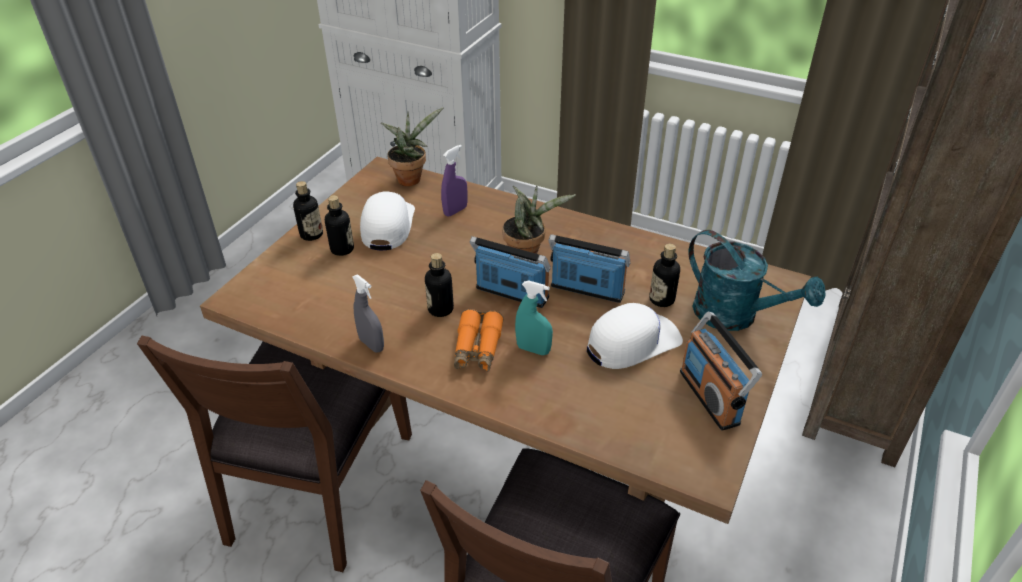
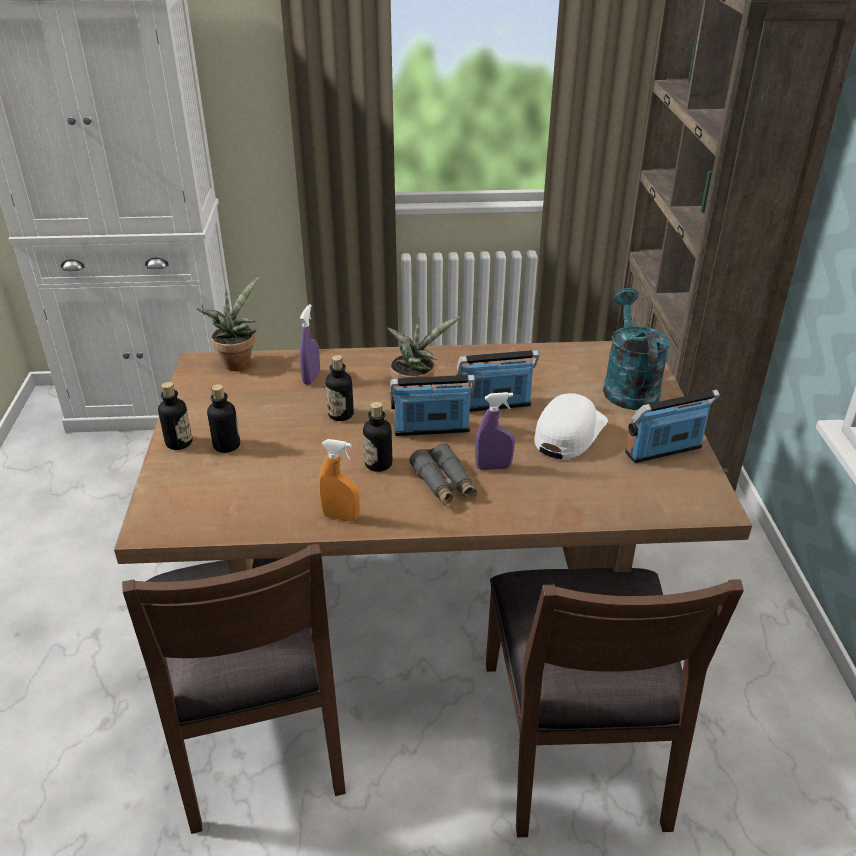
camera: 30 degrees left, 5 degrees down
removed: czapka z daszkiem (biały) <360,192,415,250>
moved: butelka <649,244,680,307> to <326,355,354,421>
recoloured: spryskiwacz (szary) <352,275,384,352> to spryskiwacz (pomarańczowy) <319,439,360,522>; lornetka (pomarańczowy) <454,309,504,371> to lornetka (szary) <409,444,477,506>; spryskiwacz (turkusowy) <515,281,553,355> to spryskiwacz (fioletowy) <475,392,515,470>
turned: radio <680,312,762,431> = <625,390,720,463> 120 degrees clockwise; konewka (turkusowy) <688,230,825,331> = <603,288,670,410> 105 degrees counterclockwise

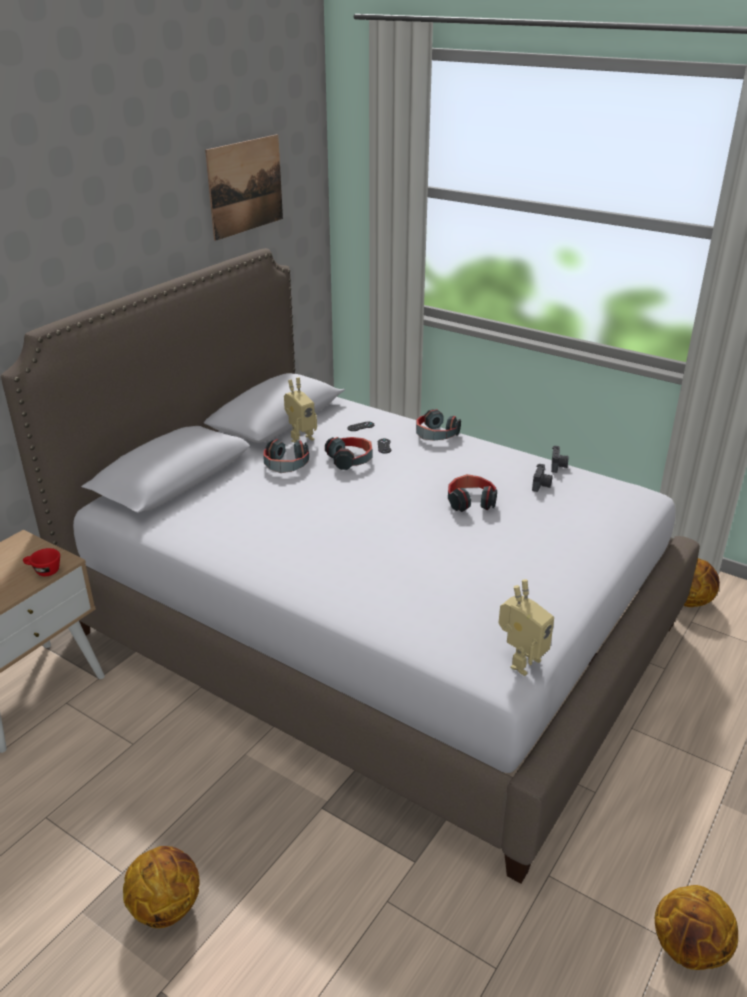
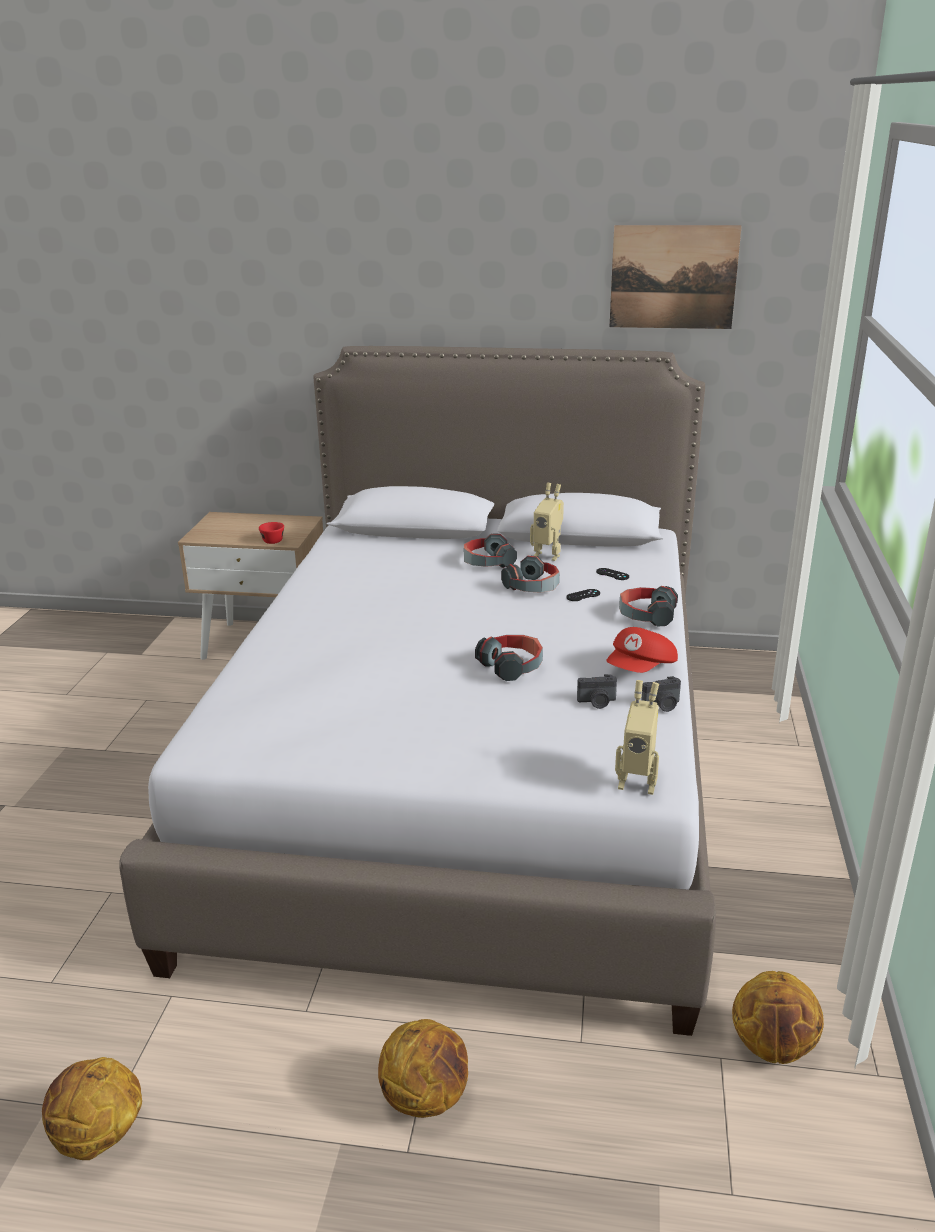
camera: 65 degrees right, 5 degrees down
added: czapka z daszkiem (czerwony) <606,627,678,673>
moved: piłka do koszykówki <123,846,200,928> to <378,1019,468,1118>; robot zabawkowy <499,579,554,676> to <615,680,659,795>

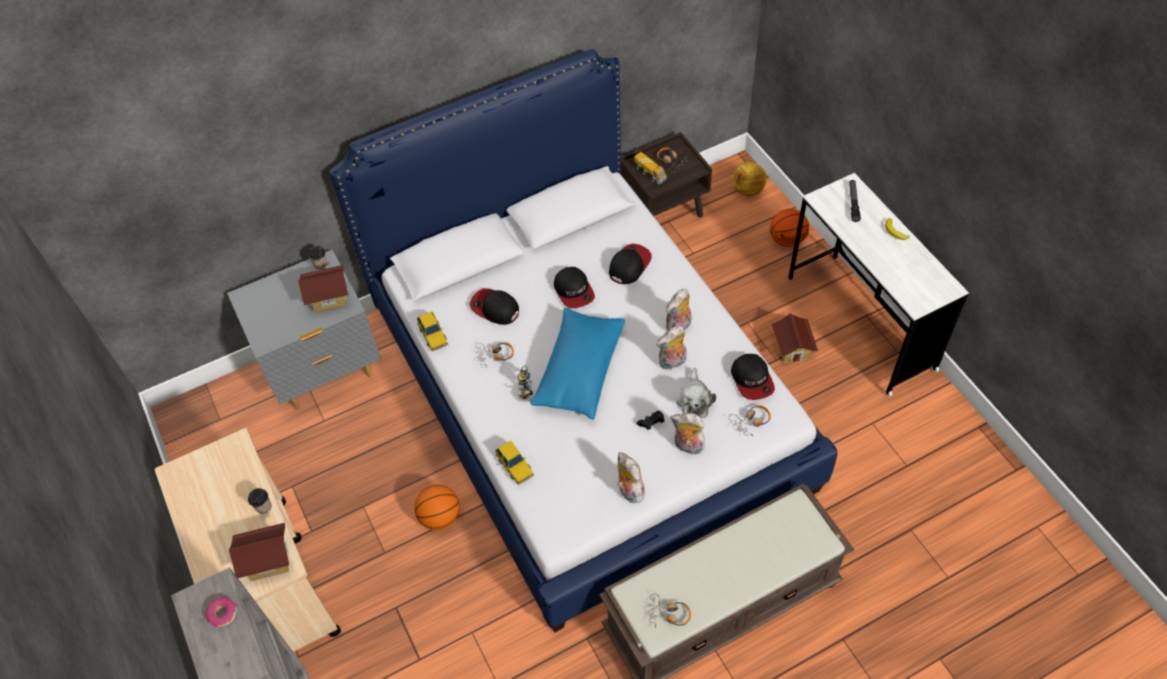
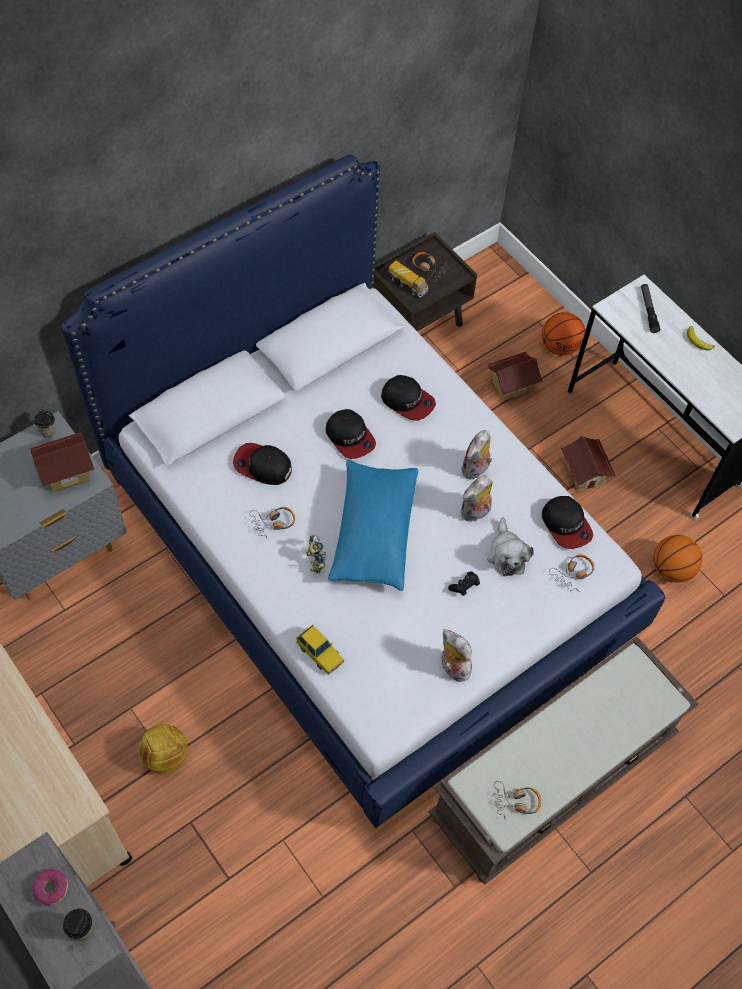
camera: 15 degrees left, 5 degrees up
removed: samochodzik <417,311,448,352>; pluszak <670,413,705,454>
moved: domek <229,523,289,581> to <487,352,543,401>; filiżanka <248,488,271,514> to <63,909,94,941>; piłka do koszykówki <414,485,460,530> to <653,535,702,583>; piłka futbolowa <733,162,767,196> to <139,724,187,774>
turned: czapka z daszkiem <609,243,652,284> = <381,375,436,421> 105 degrees clockwise

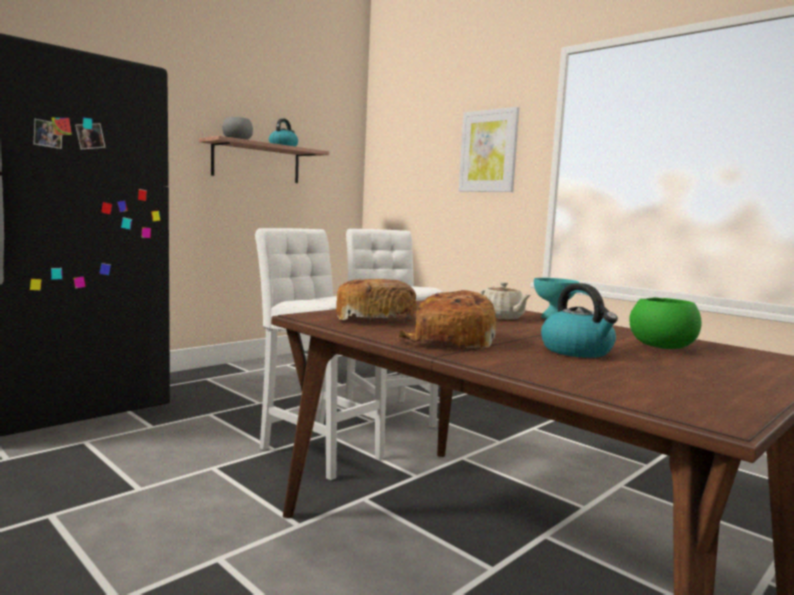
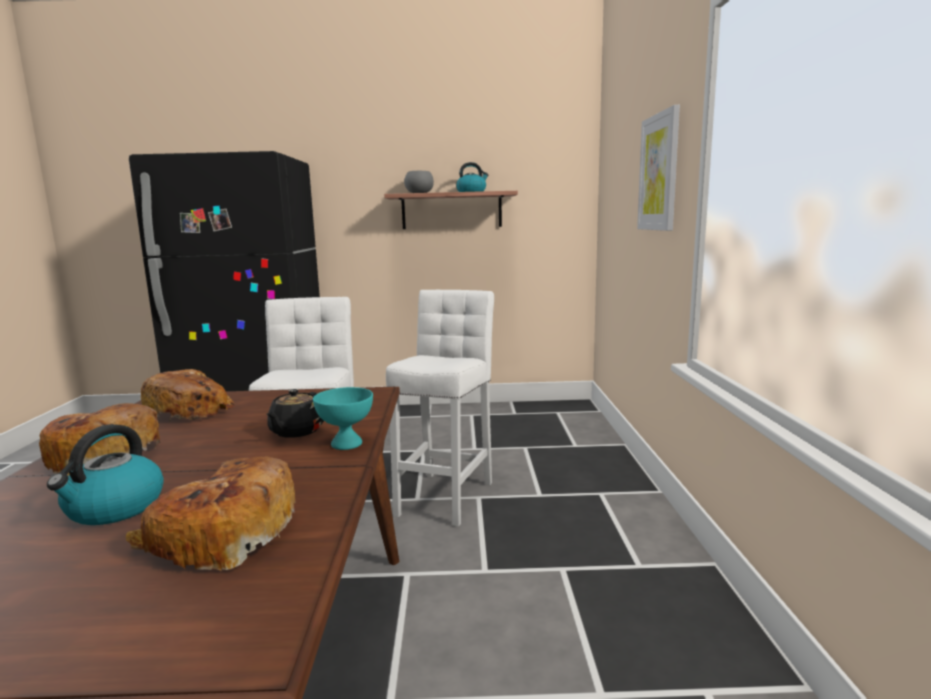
camera: 45 degrees right, 5 degrees up
replaced: miska (zielony) <630,298,701,349> to chleb <126,456,296,570>
recoloured: imbryk (beżowy) <481,282,531,320> to imbryk (czarny) <267,389,324,438>

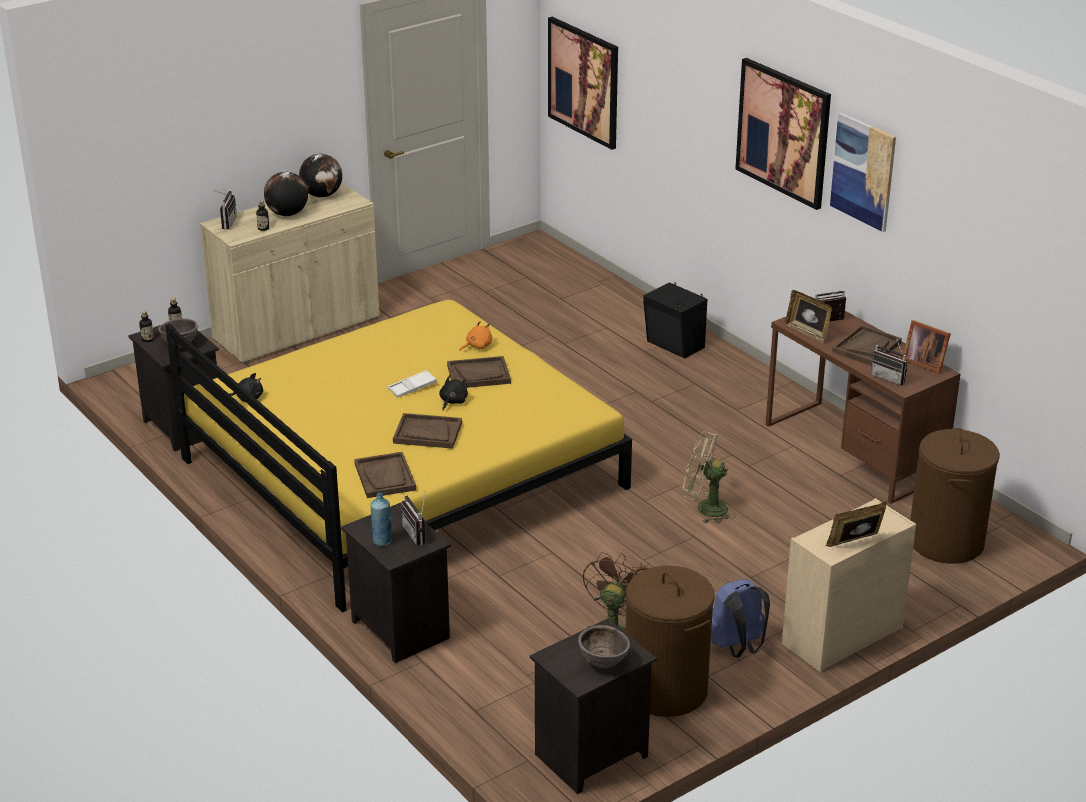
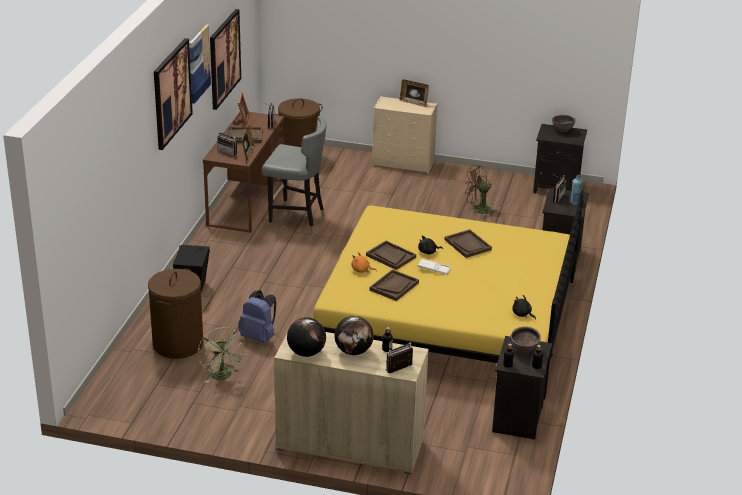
camera: 130 degrees left, 0 degrees up
added: krzesło (szary) <262,116,326,234>
moved: taca (brązowy) <354,452,416,498> to <370,269,419,301>; obraz <548,17,618,150> to <210,9,241,110>; kosz na pranie (brązowy) <625,566,715,717> to <148,269,203,359>; wentylator (zielony) <683,431,736,524> to <198,327,247,383>; plecak (niebieski) <711,579,770,658> to <238,290,276,343>

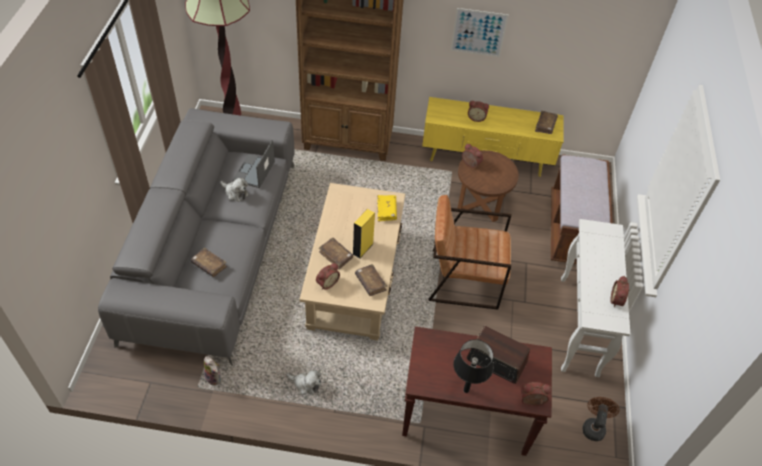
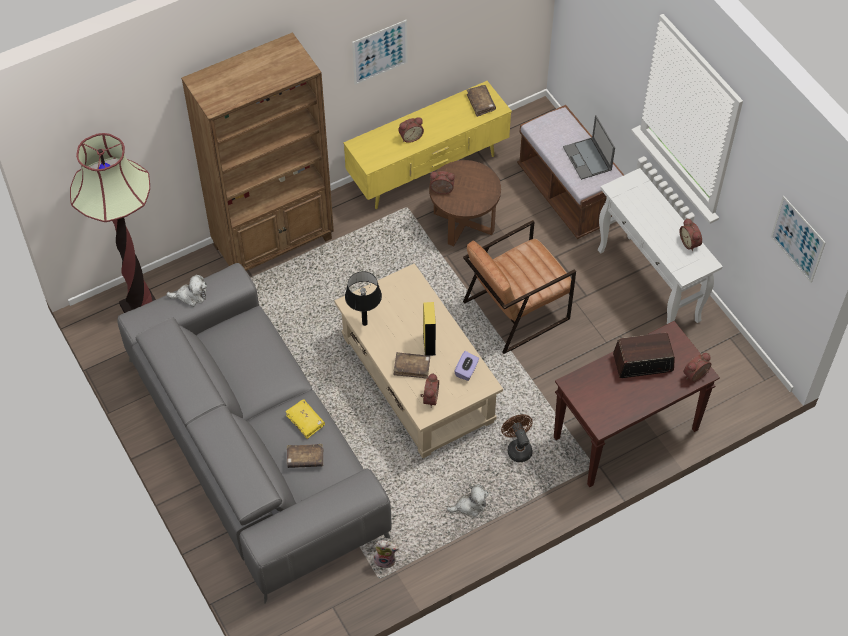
camera: 35 degrees left, 5 degrees up
added: obraz <771,196,826,283>
moved: pluszak <220,178,249,202> to <166,275,207,307>; laptop <233,140,275,188> to <563,115,615,180>; książka (żółty) <377,195,397,222> to <285,399,325,439>; lampa stołowa (czarny) <453,339,493,393> to <345,271,382,326>; wentylator (brązowy) <582,397,619,441> to <501,414,533,462>
replaced: książka (brązowy) <355,264,387,296> to pudełko chusteczek (fioletowy) <454,351,479,381>

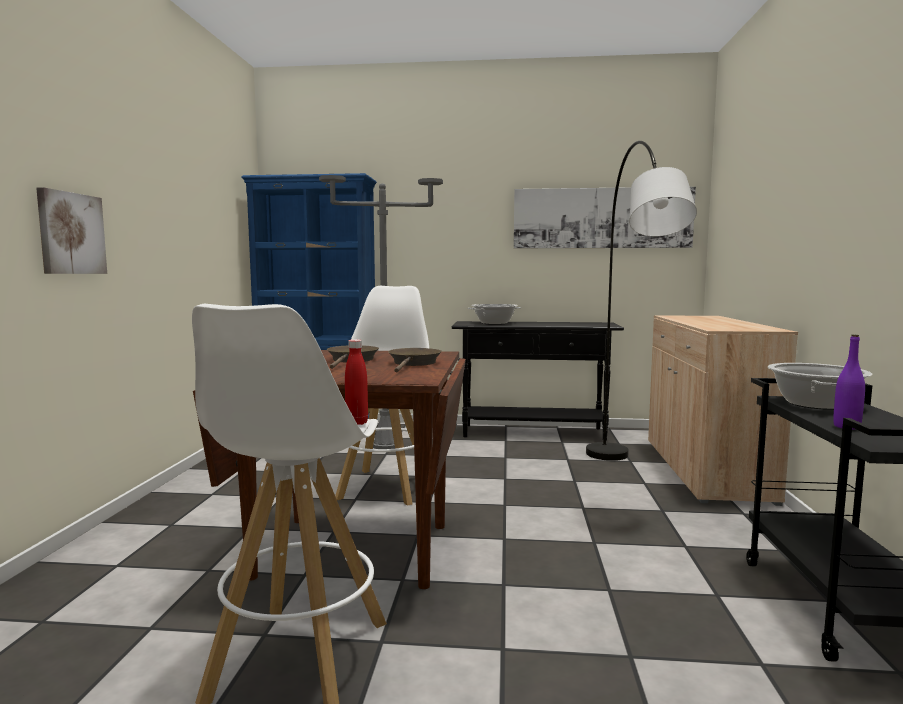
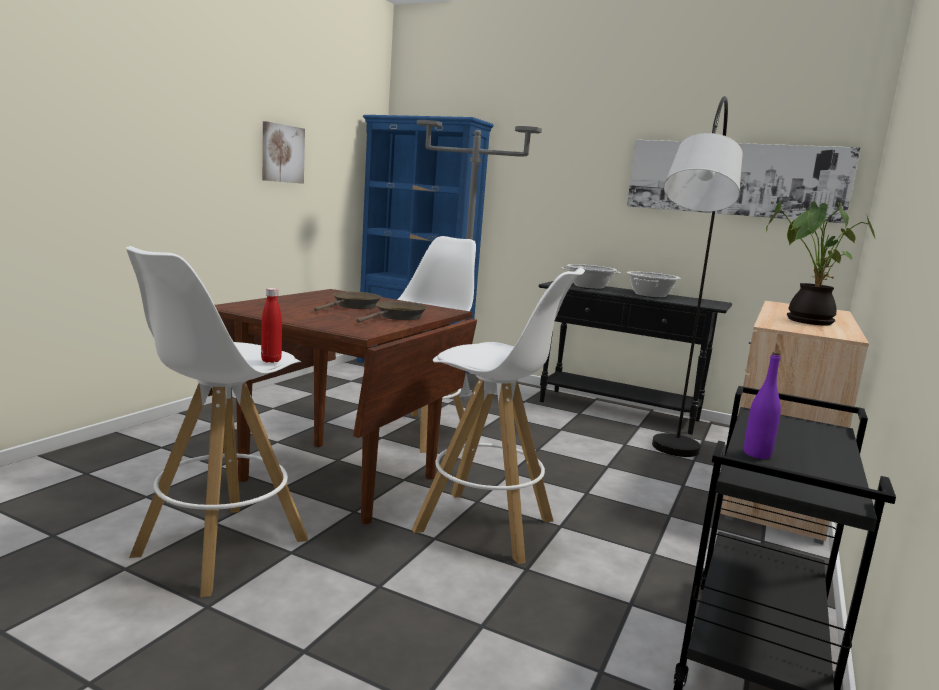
camera: 20 degrees right, 5 degrees up
added: stołek (biały) <412,268,585,564>; roślina doniczkowa <766,200,875,326>
moved: obraz <36,187,107,274> to <262,121,305,184>; garnek <768,363,872,410> to <627,271,680,298>

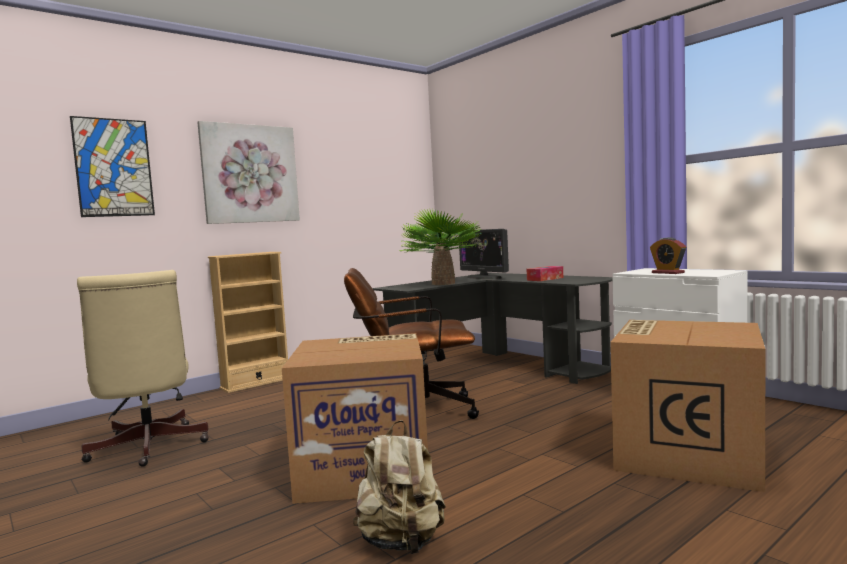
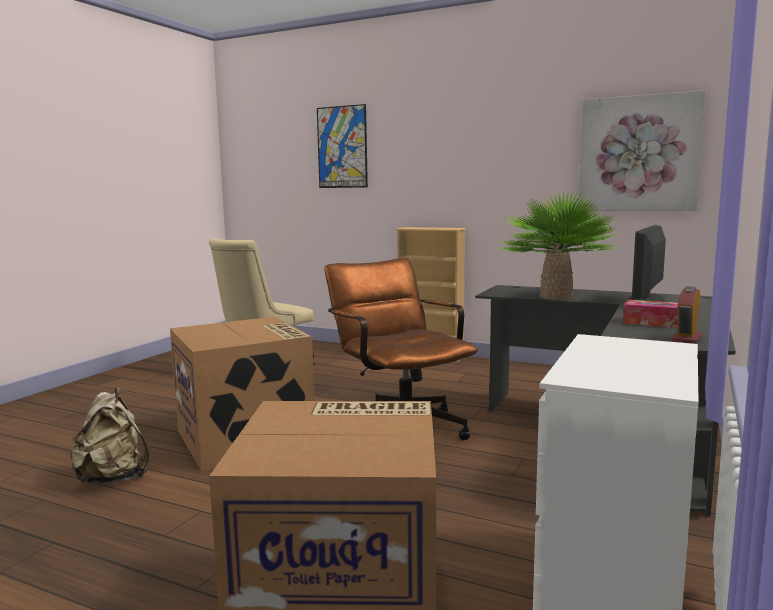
camera: 65 degrees right, 5 degrees up
moved: obraz <197,121,300,224> to <578,91,706,211>; budzik <650,237,686,274> to <671,286,702,344>

